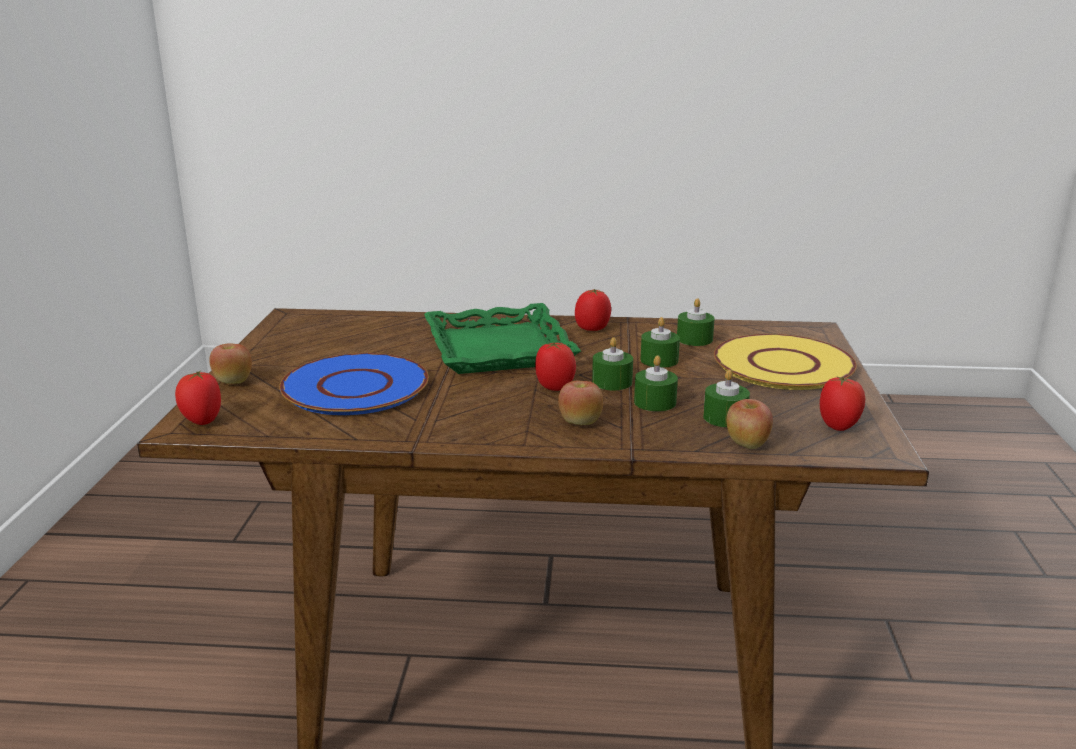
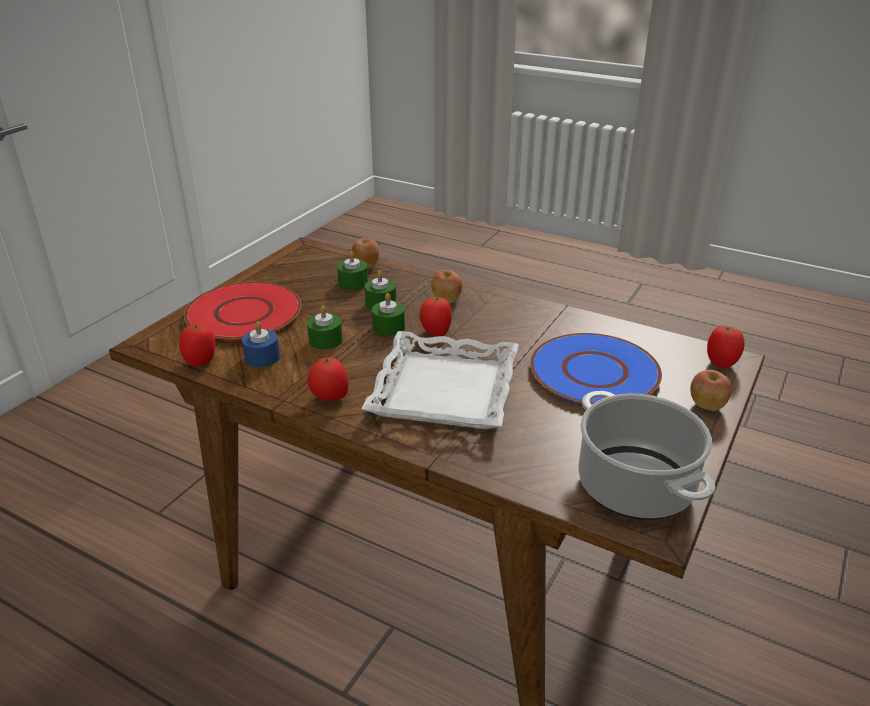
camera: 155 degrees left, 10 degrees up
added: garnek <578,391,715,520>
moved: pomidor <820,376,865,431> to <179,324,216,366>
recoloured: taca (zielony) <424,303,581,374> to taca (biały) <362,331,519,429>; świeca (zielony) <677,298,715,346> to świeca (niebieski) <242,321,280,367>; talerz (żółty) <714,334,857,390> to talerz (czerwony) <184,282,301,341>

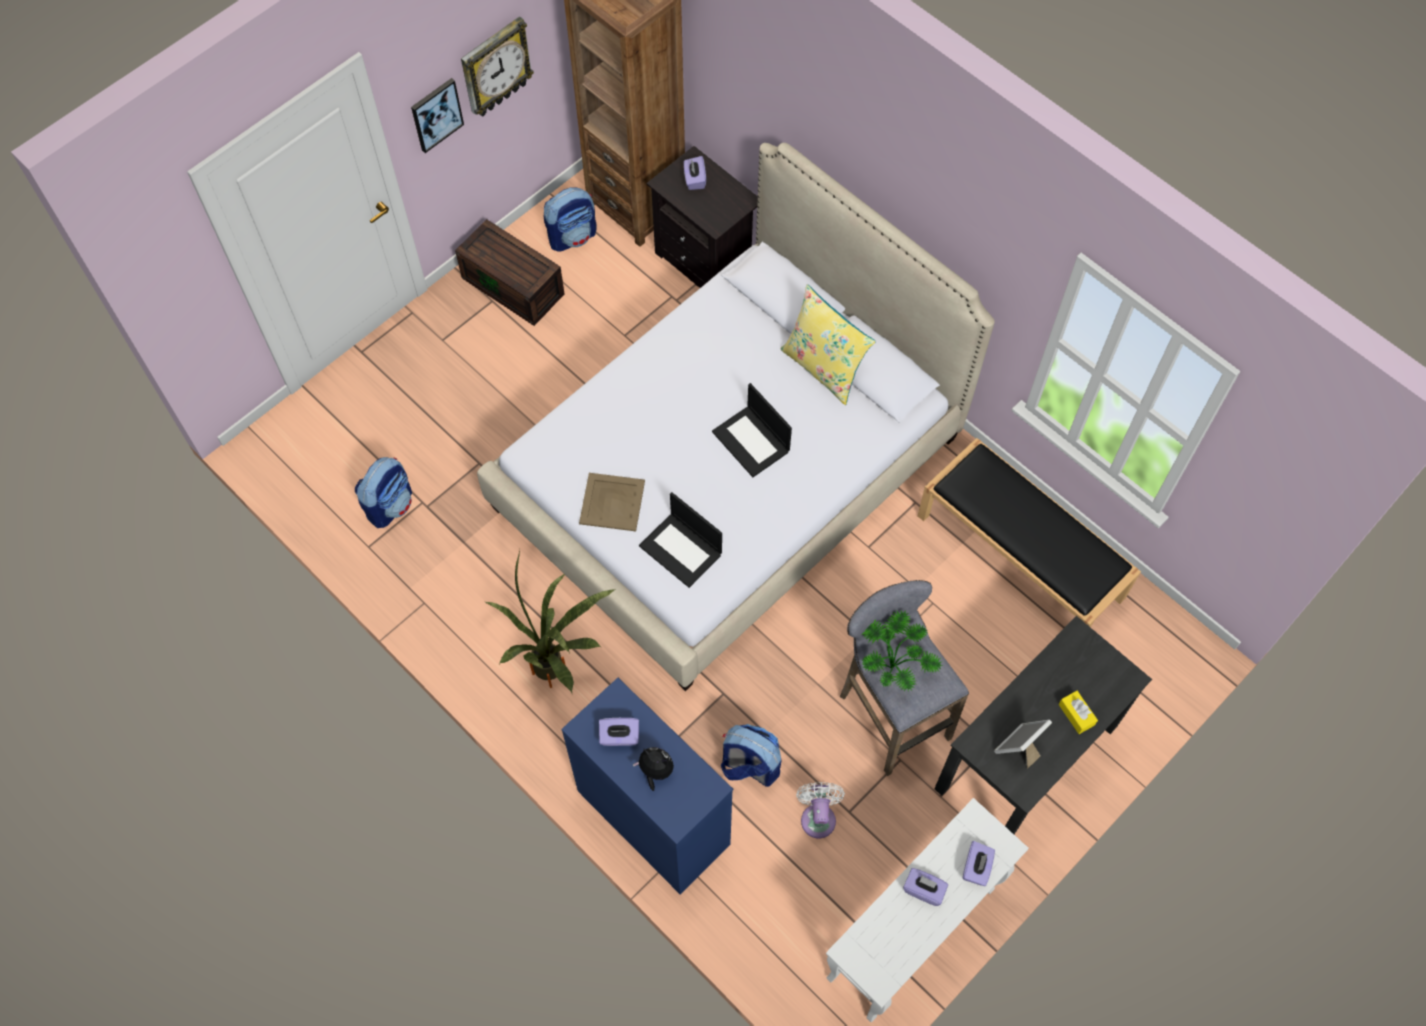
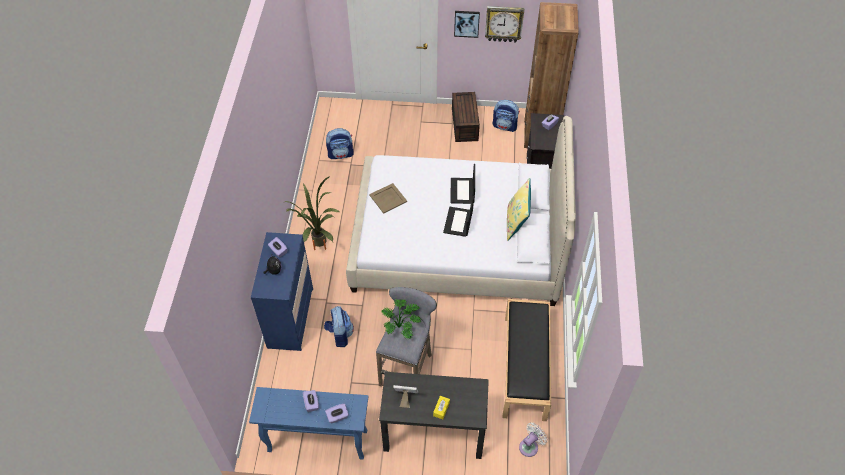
camera: 50 degrees right, 10 degrees down
moved: laptop <639,492,722,588> to <450,164,475,204>; wentylator (biały) <796,782,845,838> to <519,422,547,457>
recoloured: stolik konsolowy (biały) <826,798,1029,1022> to stolik konsolowy (niebieski) <249,387,368,460>

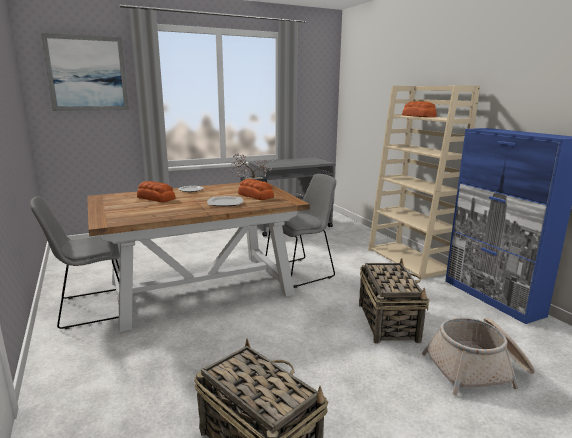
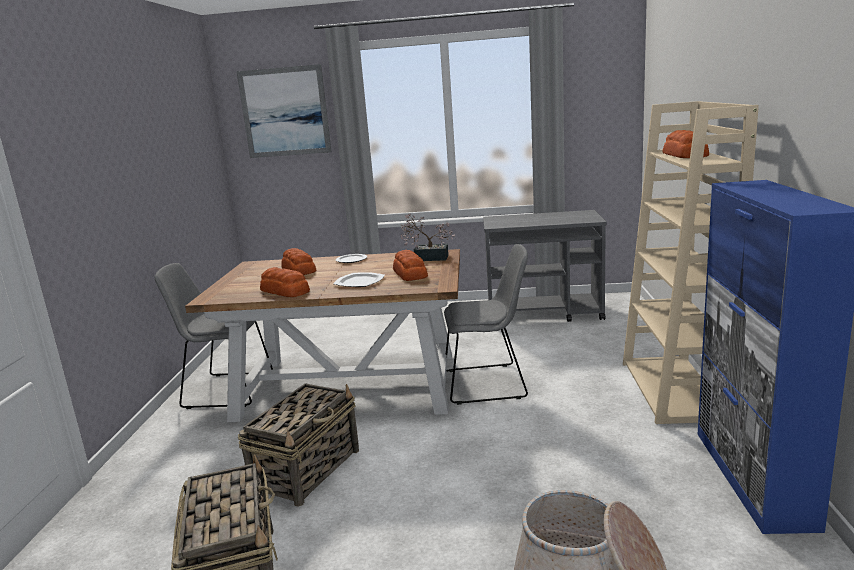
camera: 30 degrees right, 0 degrees up
added: chleb <260,267,310,297>
moved: koszyk <359,258,430,344> to <238,383,359,507>

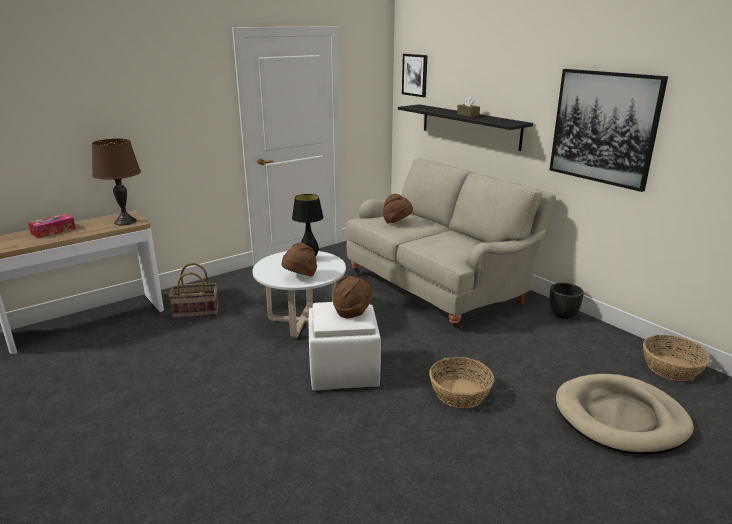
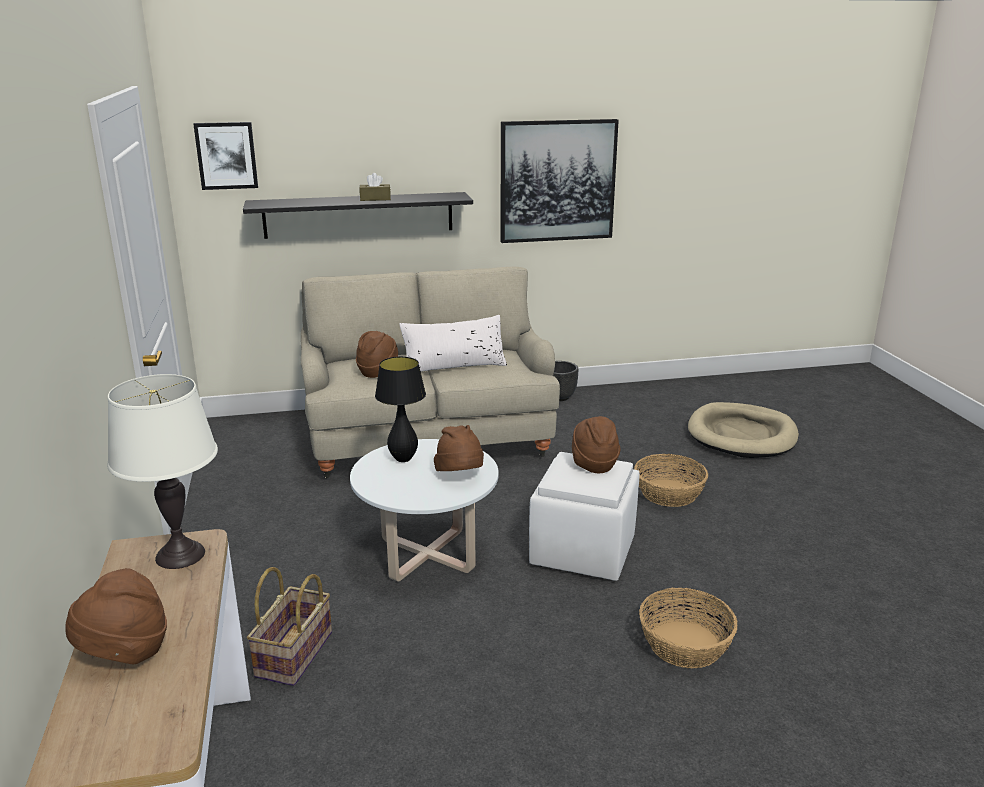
camera: 65 degrees left, 0 degrees up
added: poduszka (biały) <399,315,507,371>
moved: koszyk <643,335,710,381> to <639,588,737,668>
replaced: pudełko chusteczek <28,214,76,238> to kapelusz (brązowy) <65,568,167,664>
recoloured: lampa stołowa (brązowy) <92,139,141,225> to lampa stołowa (biały) <107,374,218,569>

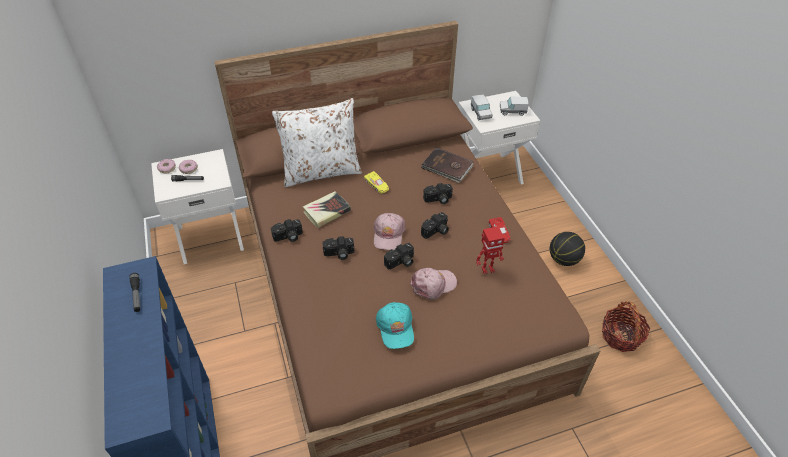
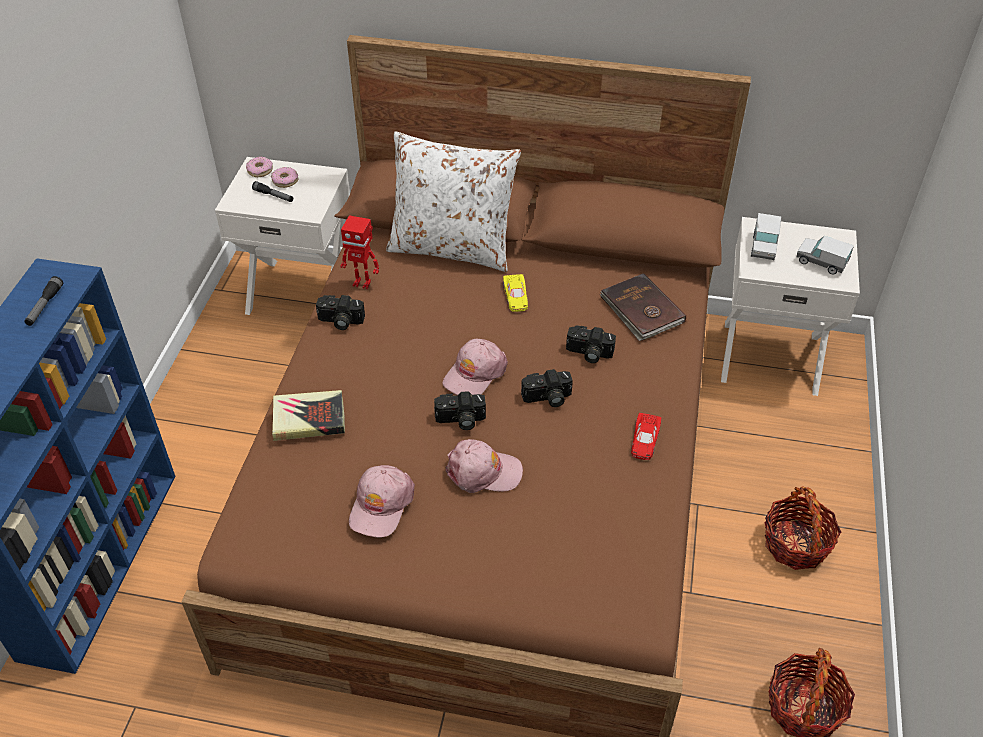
camera: 30 degrees right, 0 degrees up
removed: aparat fotograficzny <323,236,354,260>
moved: książka <303,191,351,228> to <272,390,345,441>; robot zabawkowy <476,226,505,274> to <340,215,379,289>
replaced: piłka do koszykówki <550,232,585,266> to koszyk <765,486,841,570>
recoloured: czapka z daszkiem (turkusowy) <376,302,414,349> to czapka z daszkiem (różowy) <349,465,415,538>

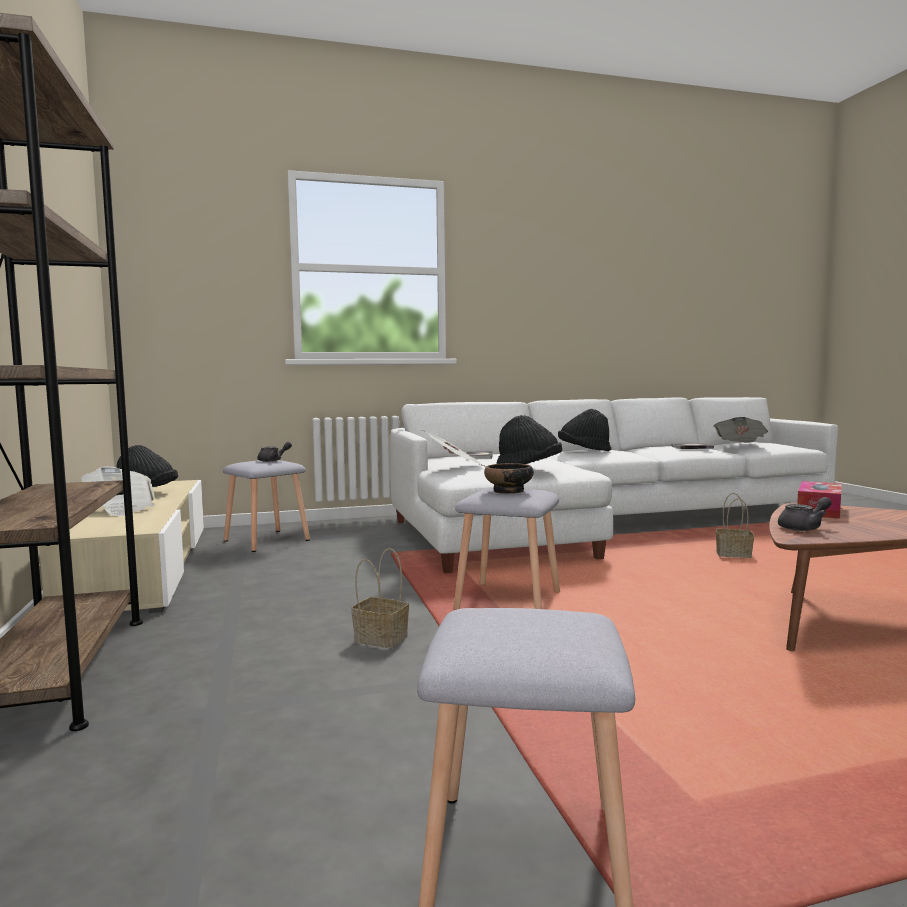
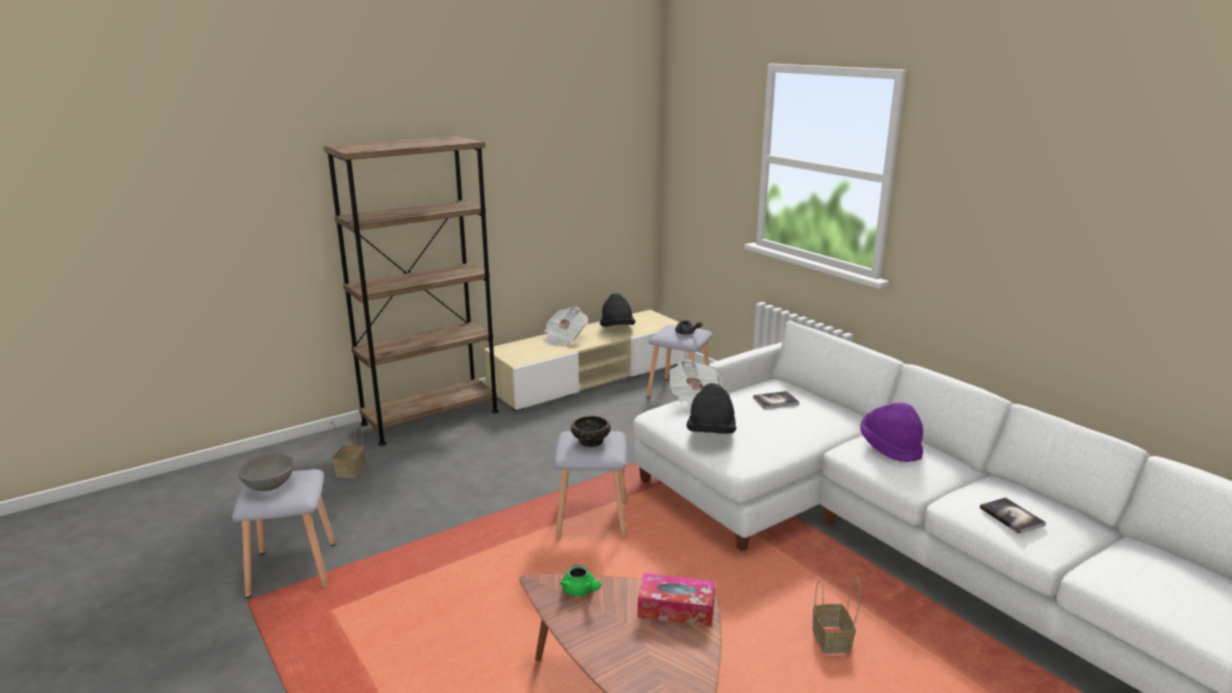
camera: 70 degrees right, 15 degrees up
removed: gazeta <714,417,768,443>
added: miska (szary) <238,453,294,491>
moved: koszyk <351,548,409,648> to <329,422,366,478>
recoloured: kapelusz (czarny) <558,409,611,451> to kapelusz (fioletowy) <861,403,923,462>; imbryk (szary) <778,497,832,531> to imbryk (zielony) <560,565,601,596>

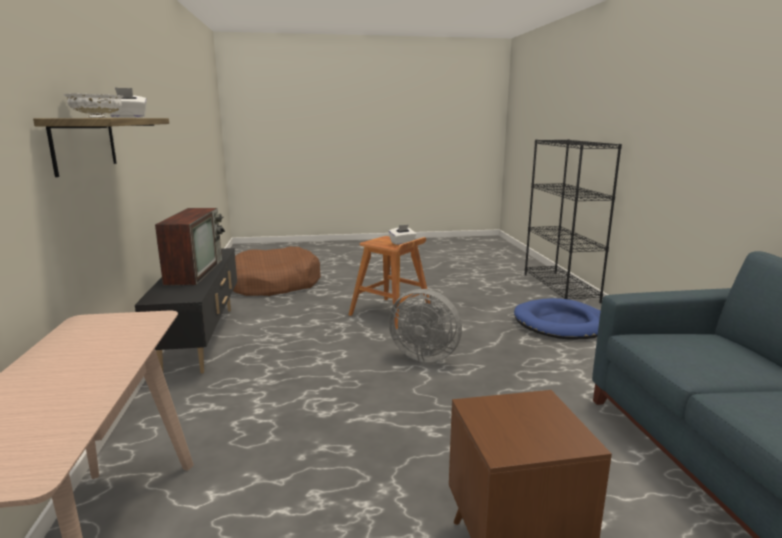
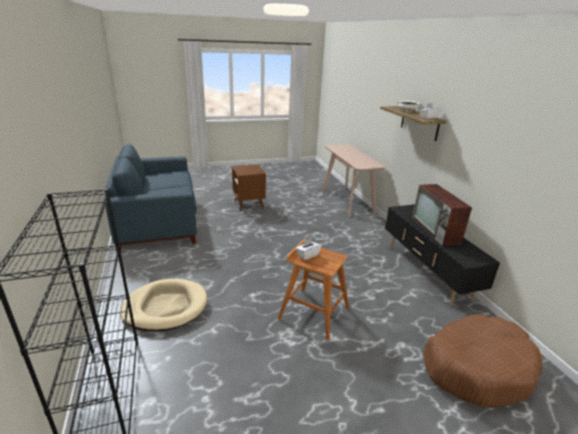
camera: 170 degrees right, 10 degrees up
removed: wentylator (szary) <388,289,462,363>
recoloured: legowisko (niebieski) <514,298,600,340> to legowisko (beżowy) <120,279,207,332>

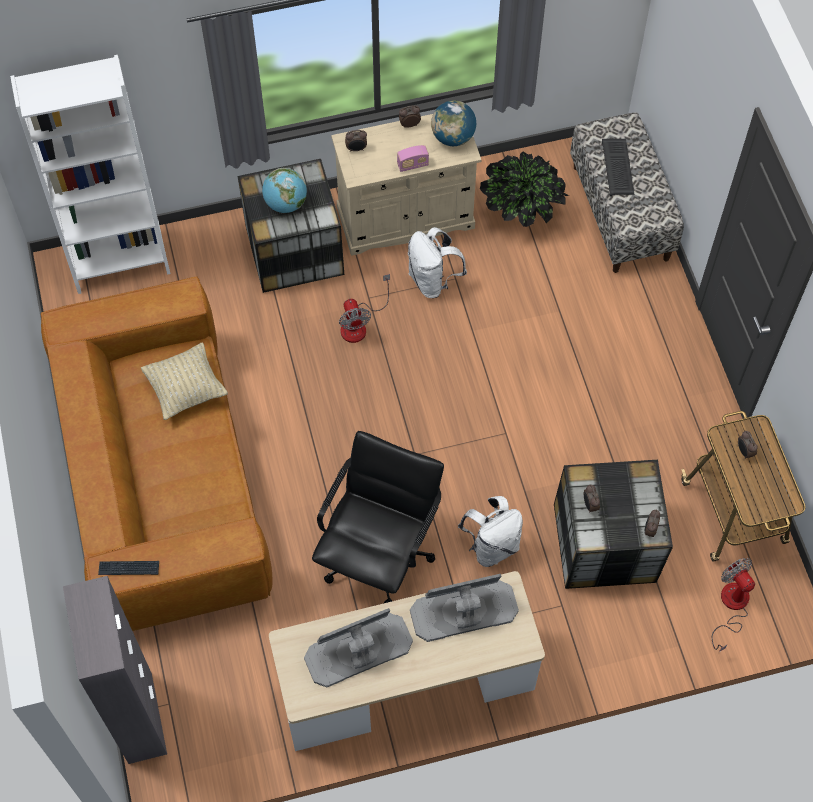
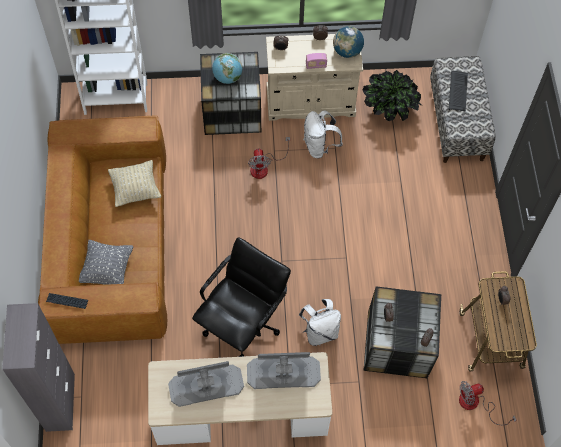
camera: 10 degrees right, 0 degrees up
added: poduszka (szary) <79,240,133,285>
turned: wentylator <712,558,755,652> = <459,381,516,425> 90 degrees counterclockwise

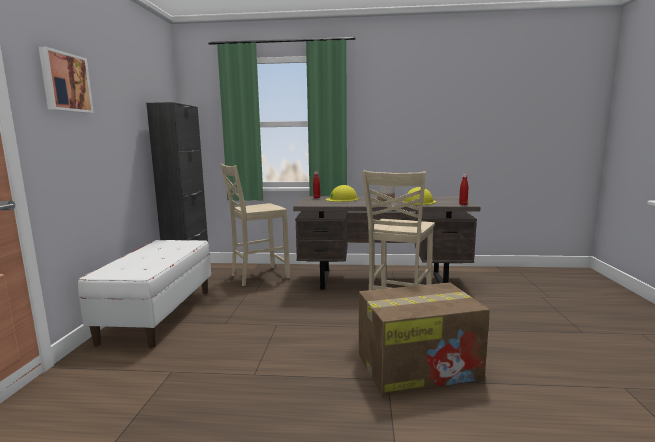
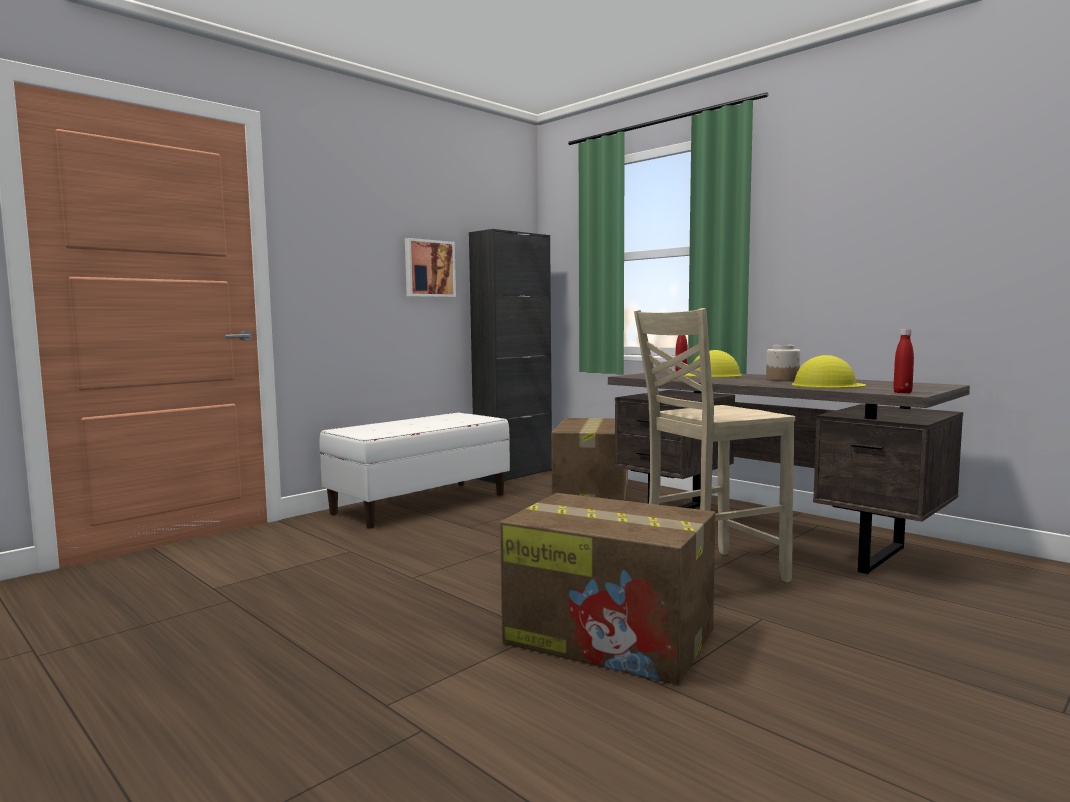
camera: 40 degrees right, 5 degrees down
moved: obraz <39,47,94,113> to <405,238,456,297>
replaced: krzesło (beżowy) <220,163,290,286> to karton <551,418,628,501>

